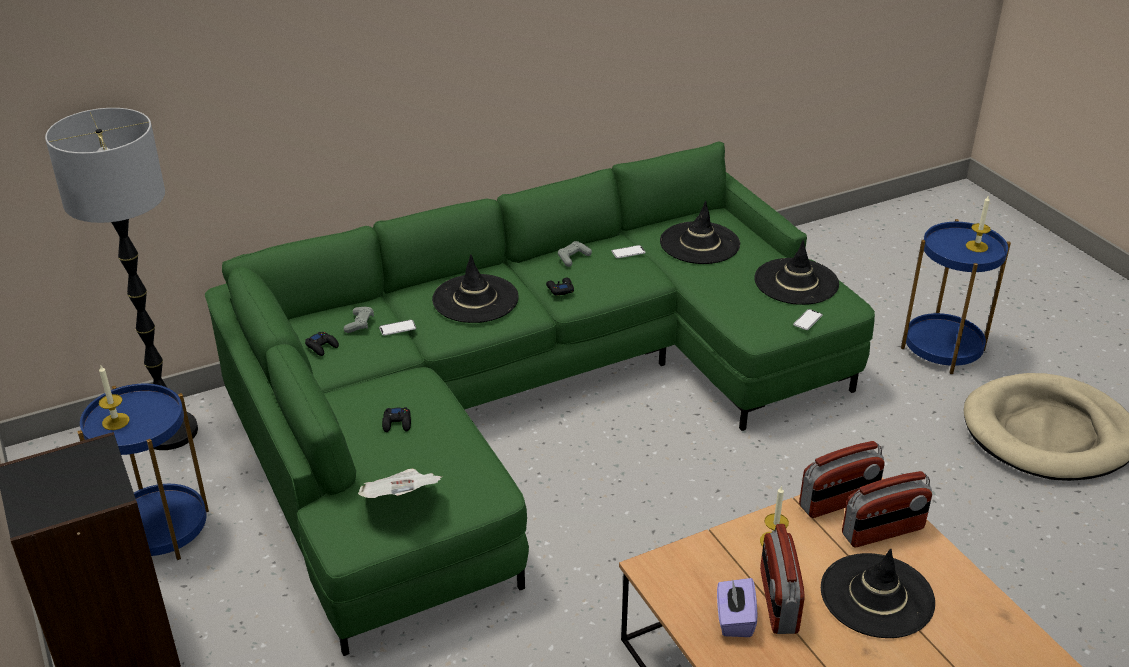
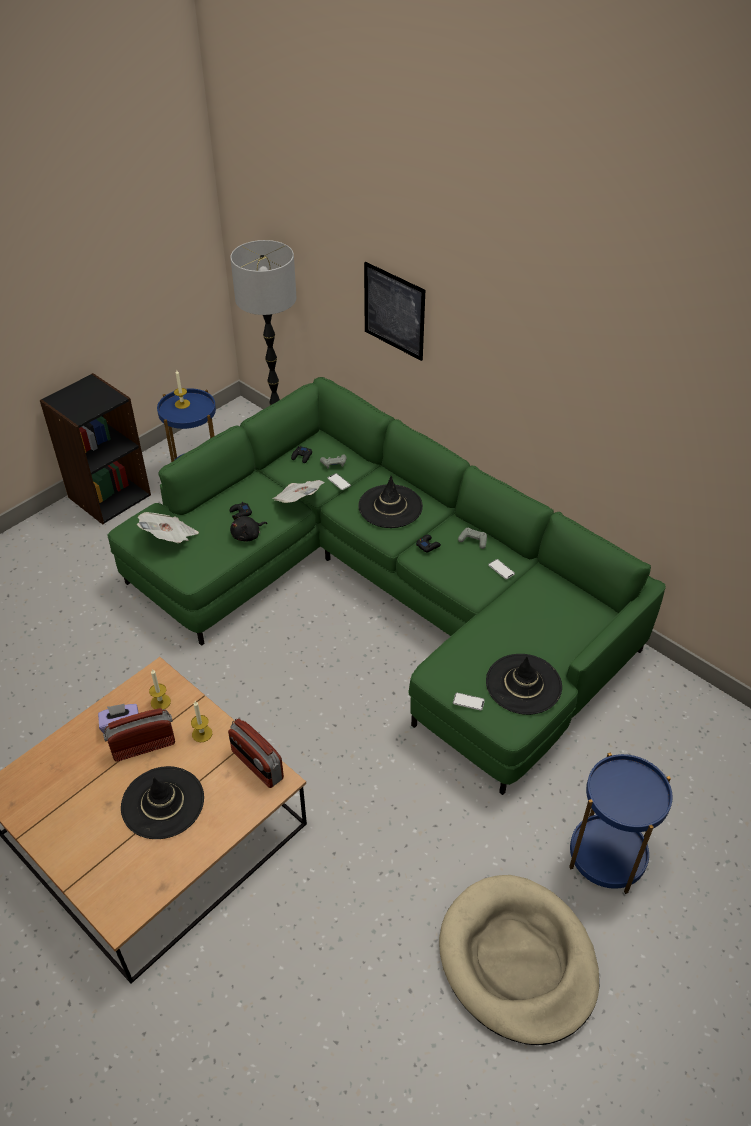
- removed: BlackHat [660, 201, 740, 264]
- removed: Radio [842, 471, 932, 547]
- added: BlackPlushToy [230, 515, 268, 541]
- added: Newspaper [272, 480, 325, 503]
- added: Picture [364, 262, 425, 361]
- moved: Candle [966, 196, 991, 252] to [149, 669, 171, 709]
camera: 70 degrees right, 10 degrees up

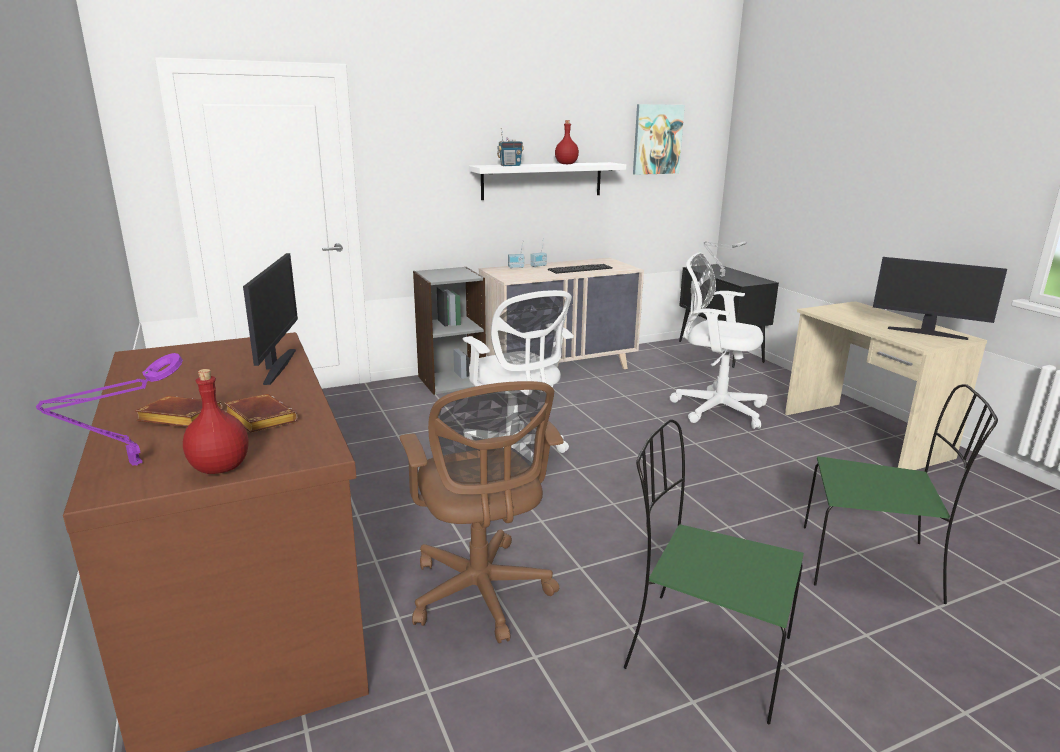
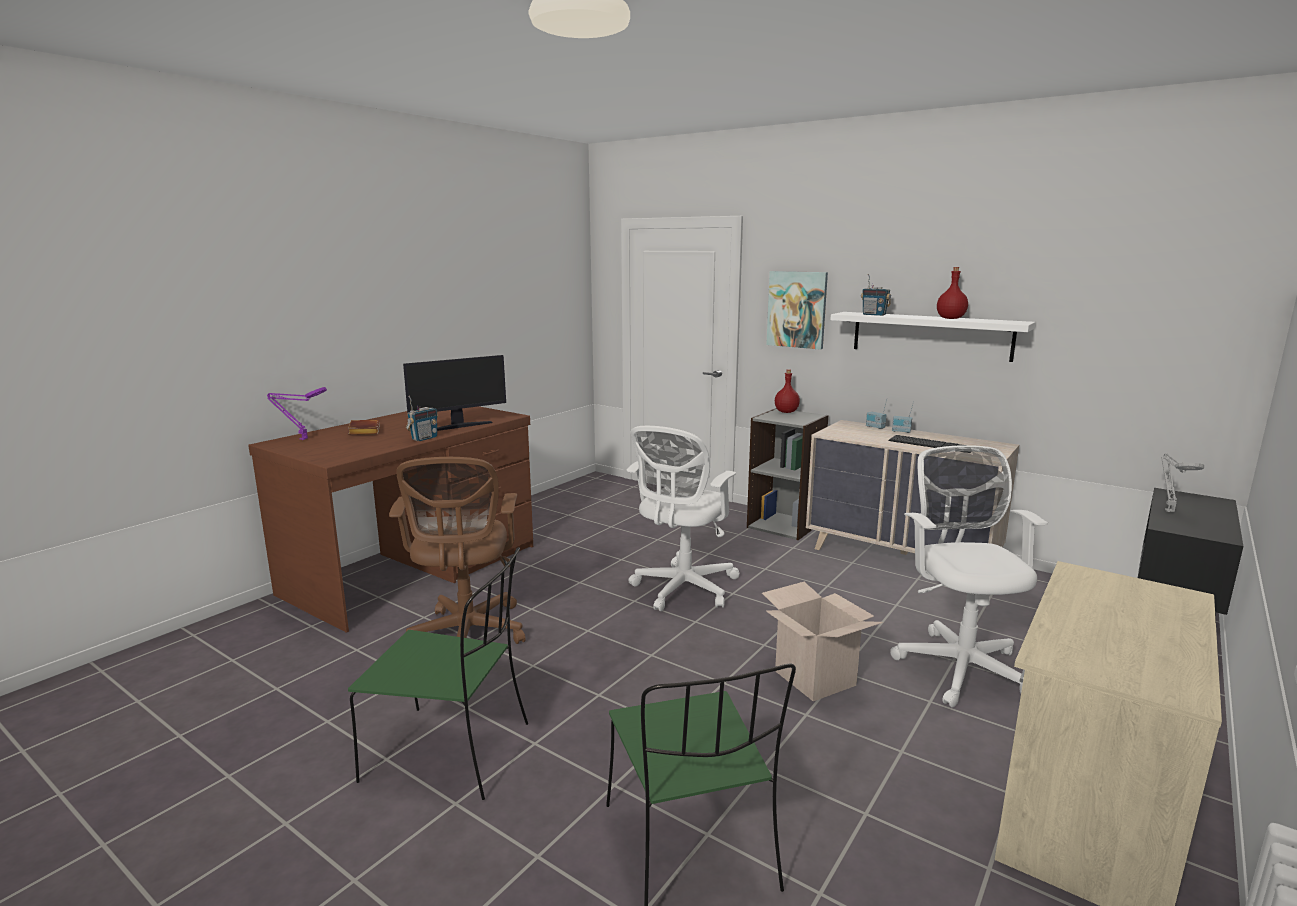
- removed: BrownBook [224, 394, 298, 433]
- removed: Monitor [873, 257, 1007, 340]
- added: Radio [406, 396, 438, 441]
- added: CardboardBox [762, 582, 883, 701]
- moved: RedBottle [183, 369, 249, 474] to [775, 369, 800, 413]
- moved: Picture [633, 104, 685, 175] to [766, 271, 828, 350]
- turned: BrownOfficeChair [400, 381, 564, 644] = [389, 457, 526, 644] 45 degrees counterclockwise
- turned: GreenChair [623, 419, 804, 724] = [348, 547, 528, 800] 105 degrees clockwise
camera: 60 degrees right, 5 degrees down

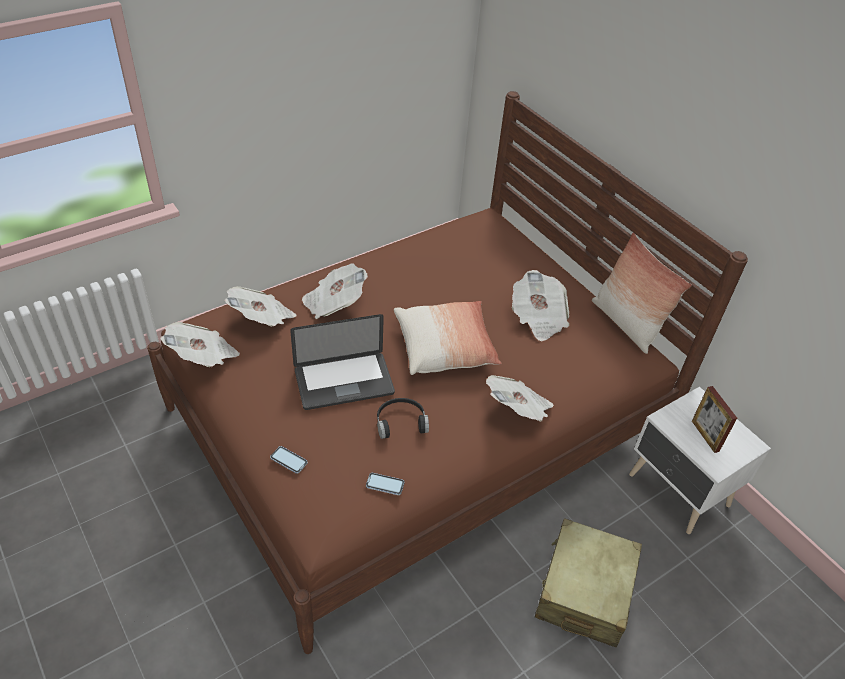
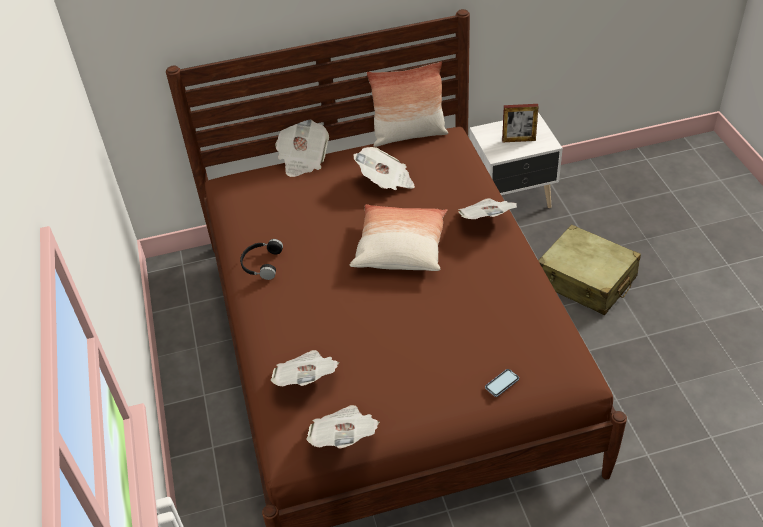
- removed: Laptop [290, 314, 395, 410]
- removed: Phone [366, 473, 404, 495]
- moved: Newspaper [302, 263, 368, 319] to [275, 119, 329, 177]
- moved: BlackHeadphones [377, 398, 429, 439] to [240, 239, 283, 280]
camera: 65 degrees left, 0 degrees up

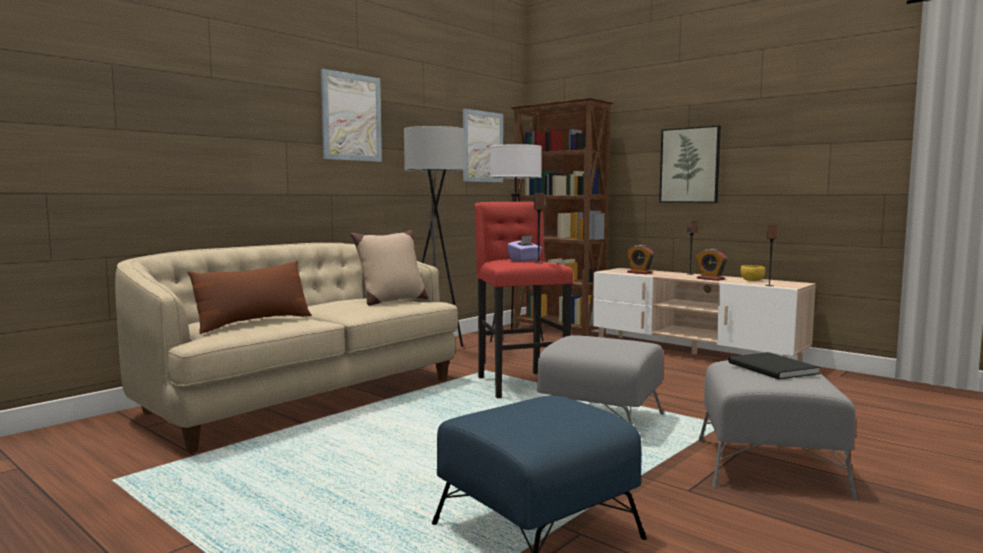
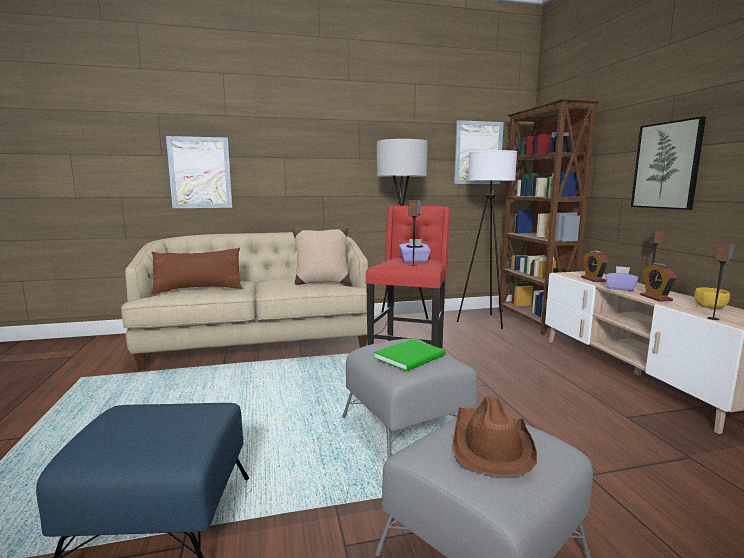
- added: GreenBook [374, 339, 446, 371]
- added: PurpleTissueBox [605, 266, 639, 291]
- moved: Picture [321, 69, 382, 162] to [166, 136, 232, 208]
- replaced: BlackBook [728, 352, 820, 379] to BrownHat [453, 396, 537, 477]
camera: 35 degrees right, 5 degrees up

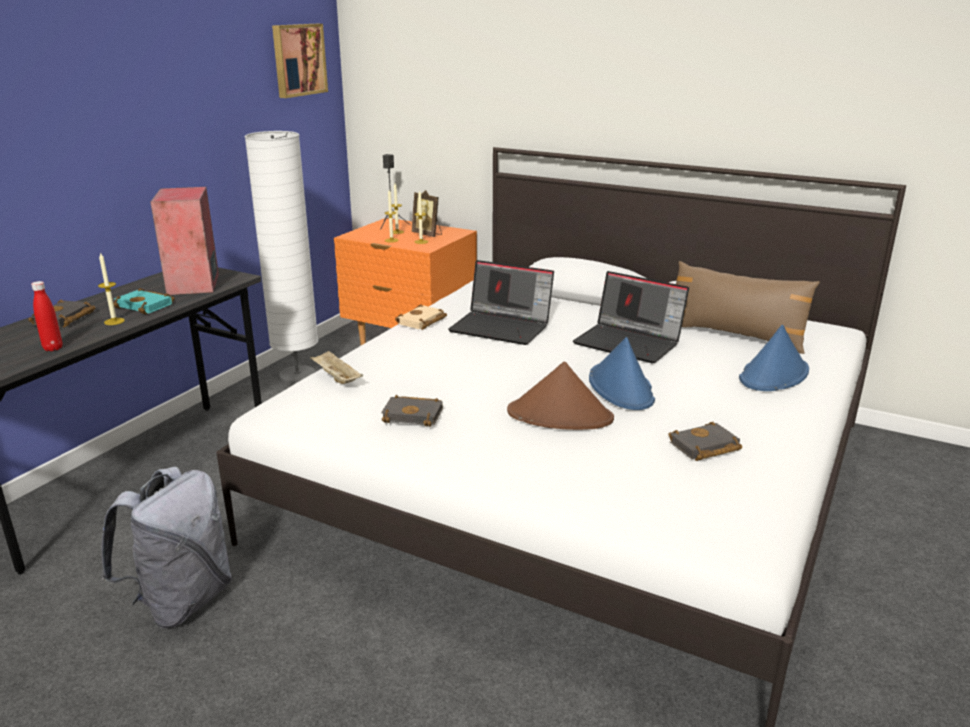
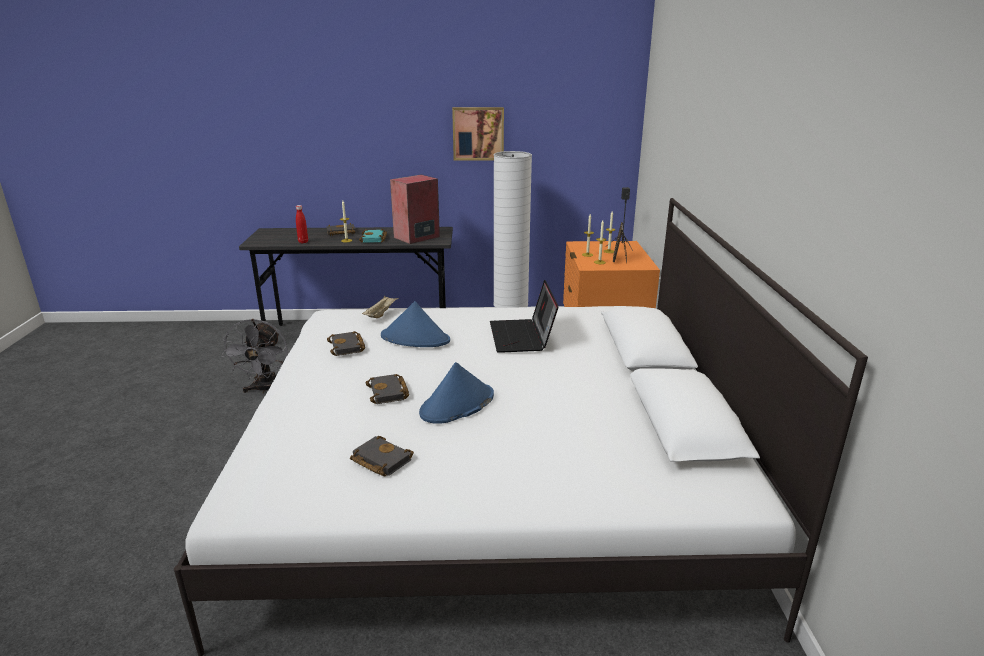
- removed: BeigeBook [395, 304, 447, 330]
- removed: Laptop [573, 271, 689, 364]
- removed: BrownPillow [676, 261, 820, 354]
- moved: Picture [272, 24, 328, 98] to [452, 107, 504, 161]
- moved: BlueHat [739, 325, 809, 391] to [381, 301, 450, 347]
- replaced: GreyBackpack [101, 467, 232, 628] to GreyFan [221, 319, 288, 393]
- replaced: BrownHat [507, 361, 614, 430] to BlackBook [365, 374, 409, 404]
camera: 60 degrees right, 0 degrees up

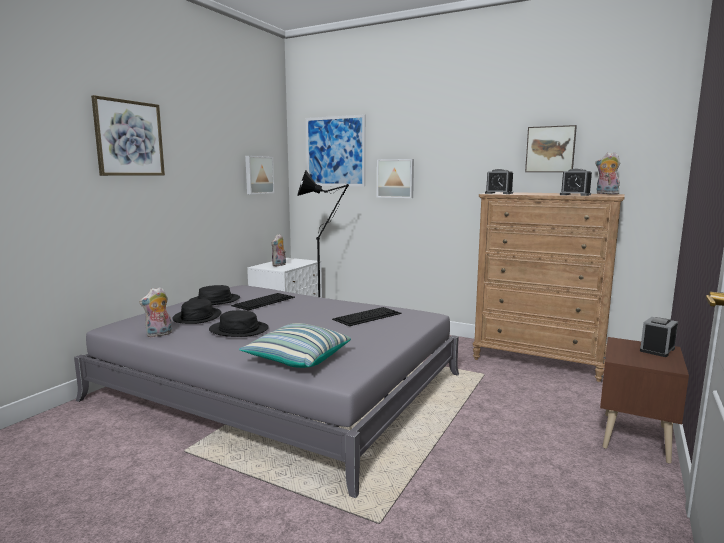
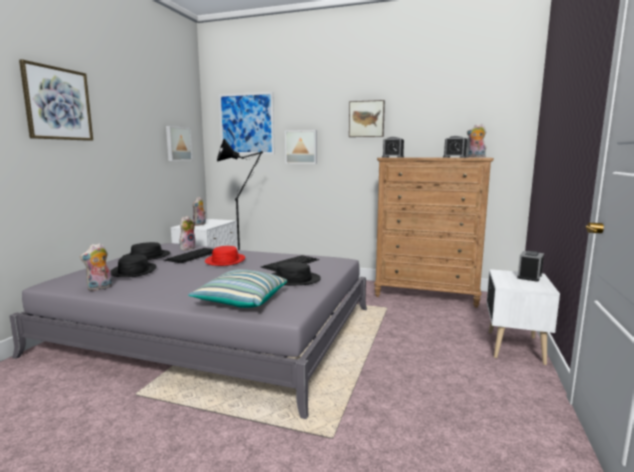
- added: PlushToy [179, 216, 196, 250]
- added: RedHat [205, 246, 245, 266]
- moved: BlackHat [209, 310, 269, 337] to [272, 262, 321, 285]
- moved: Picture [525, 125, 577, 172] to [349, 100, 385, 137]
- recoloured: BrownNightstand [600, 337, 689, 463] to WhiteNightstand [487, 269, 560, 365]
camera: 10 degrees left, 0 degrees up

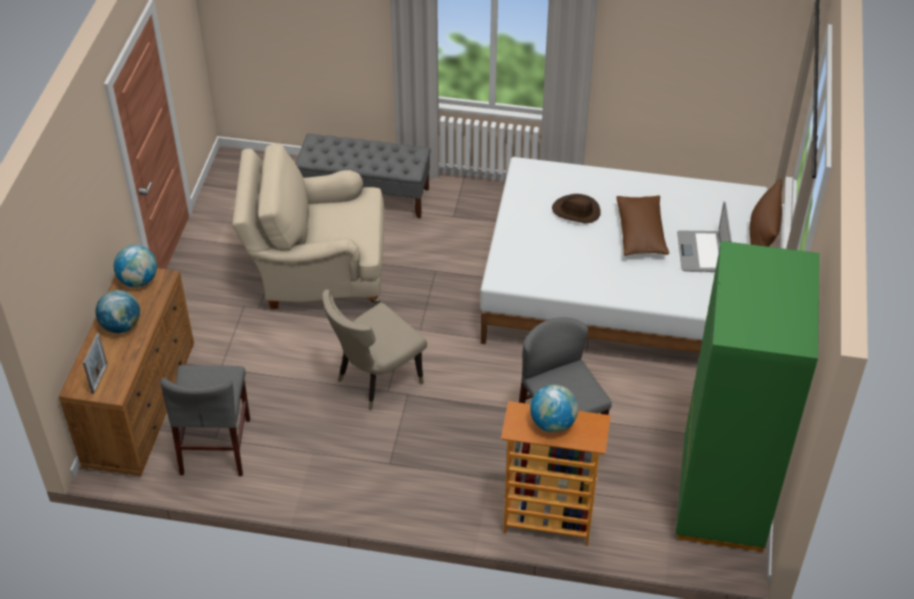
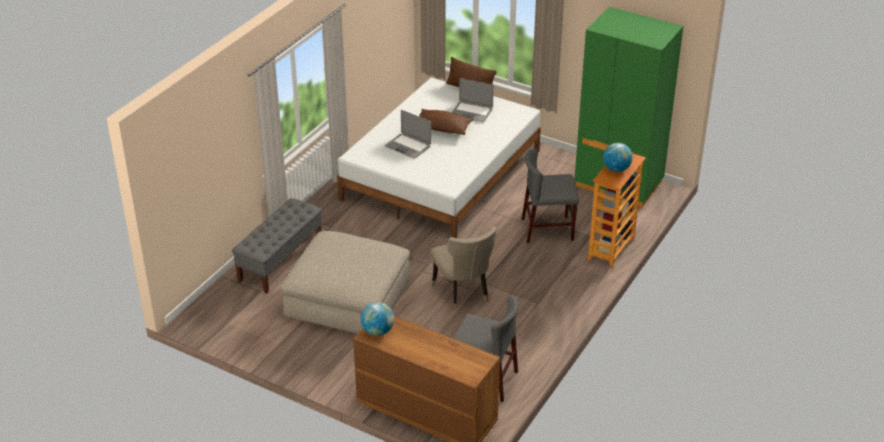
- removed: PictureFrame [83, 333, 108, 394]
- removed: Globe [95, 290, 140, 333]
- replaced: BeigeArmchair [232, 143, 384, 309] to BeigeOttoman [281, 231, 410, 334]
- replaced: BrownHat [552, 194, 601, 223] to Laptop [385, 110, 431, 158]
camera: 70 degrees left, 10 degrees down

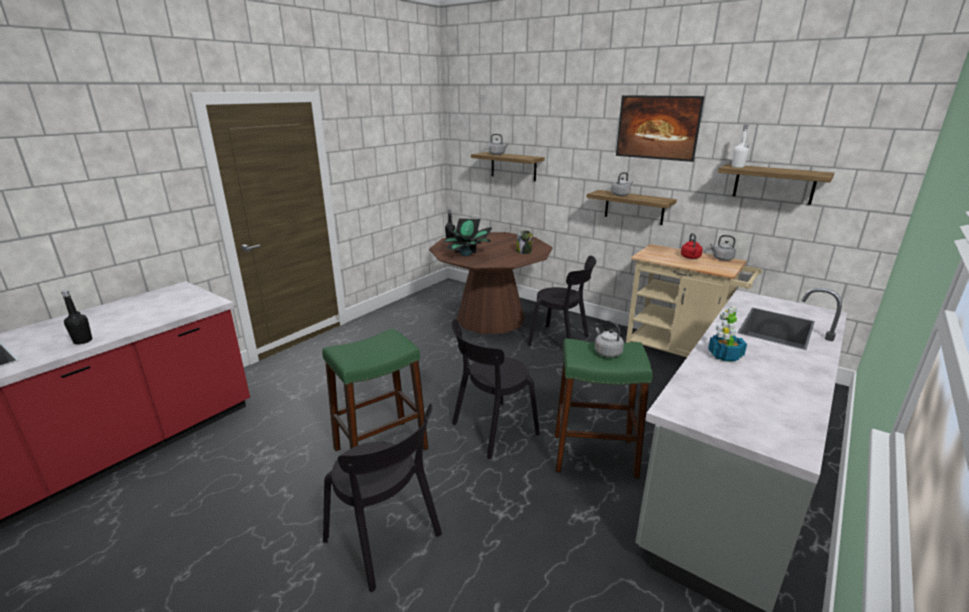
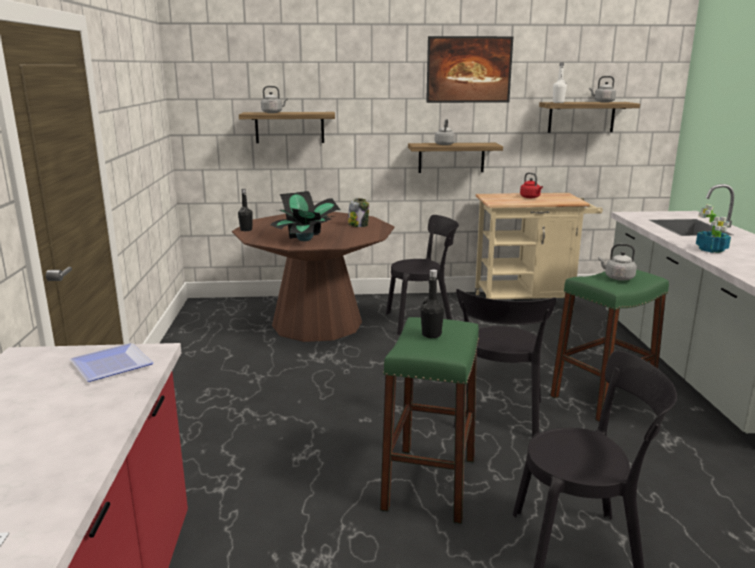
- added: Plate [70, 343, 154, 382]
- moved: BlackBottle [61, 290, 92, 345] to [420, 270, 444, 338]
- moved: GreyKettle [710, 235, 736, 261] to [589, 76, 616, 103]
camera: 40 degrees left, 5 degrees down

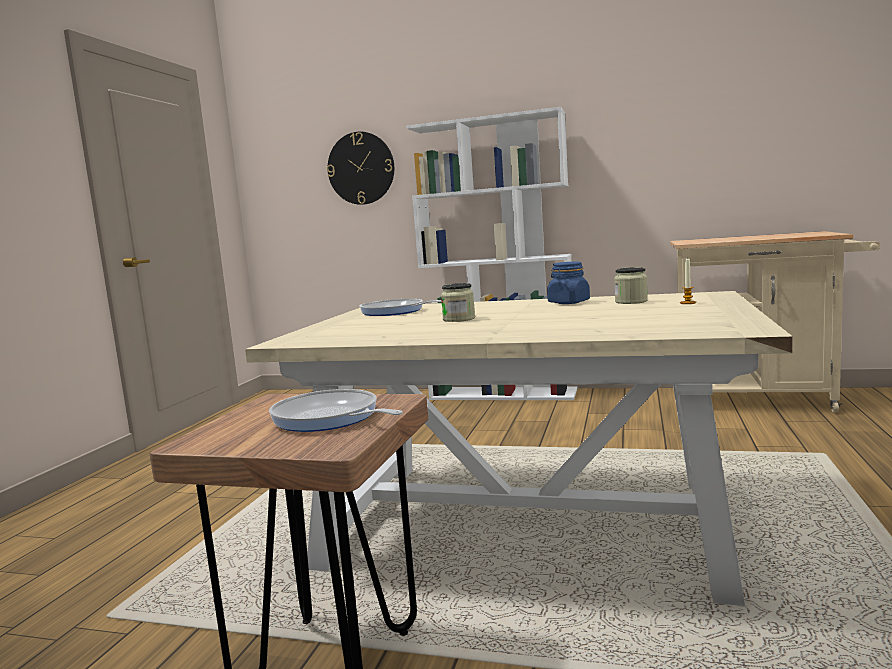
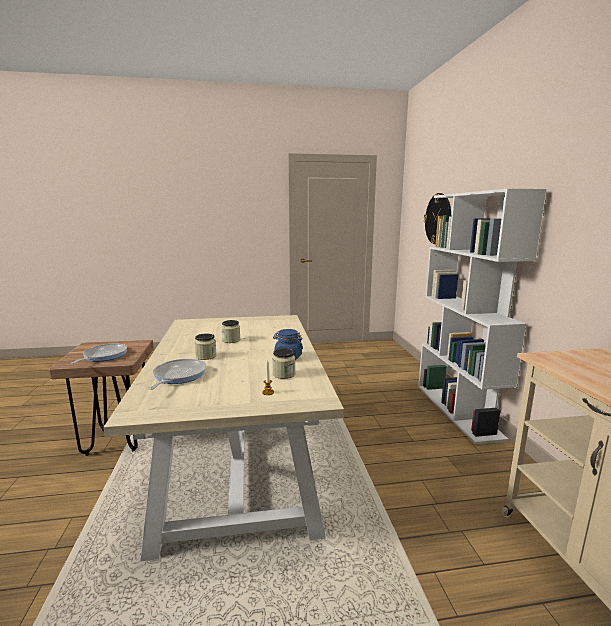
- added: Jar [195, 333, 217, 360]
- moved: FryingPan [360, 299, 442, 316] to [149, 359, 206, 390]
camera: 65 degrees right, 5 degrees up

